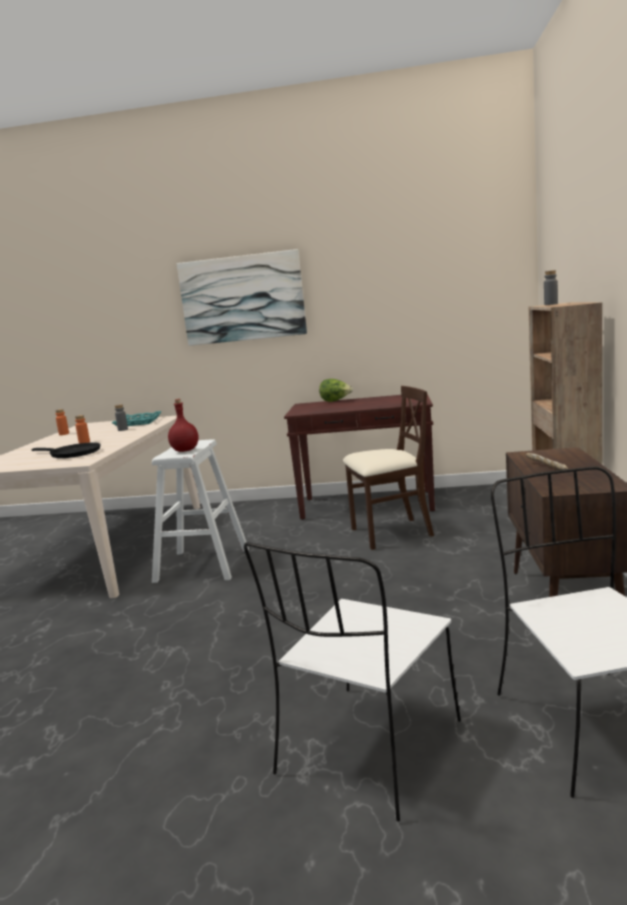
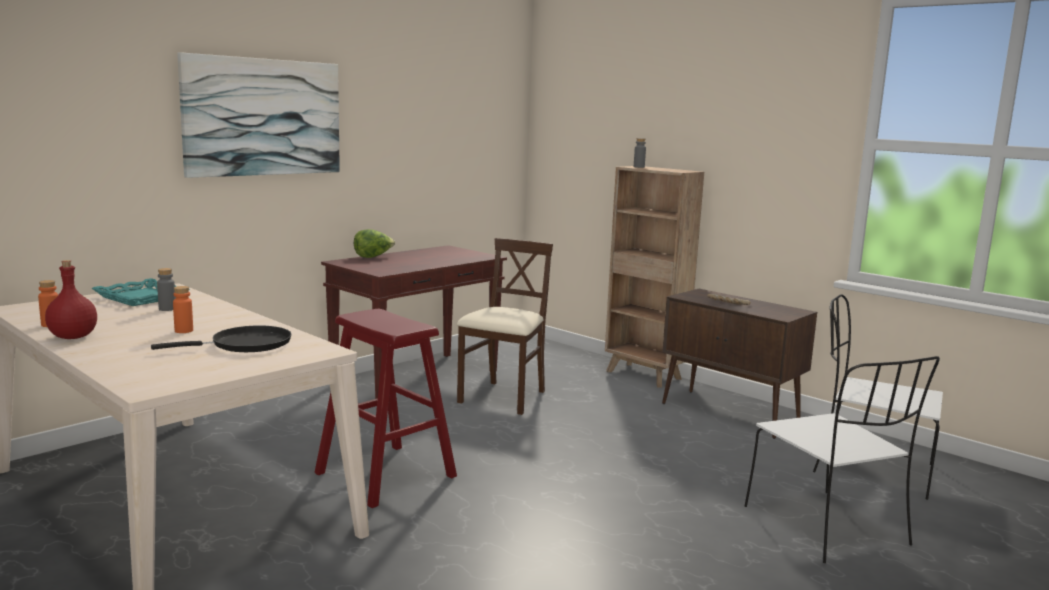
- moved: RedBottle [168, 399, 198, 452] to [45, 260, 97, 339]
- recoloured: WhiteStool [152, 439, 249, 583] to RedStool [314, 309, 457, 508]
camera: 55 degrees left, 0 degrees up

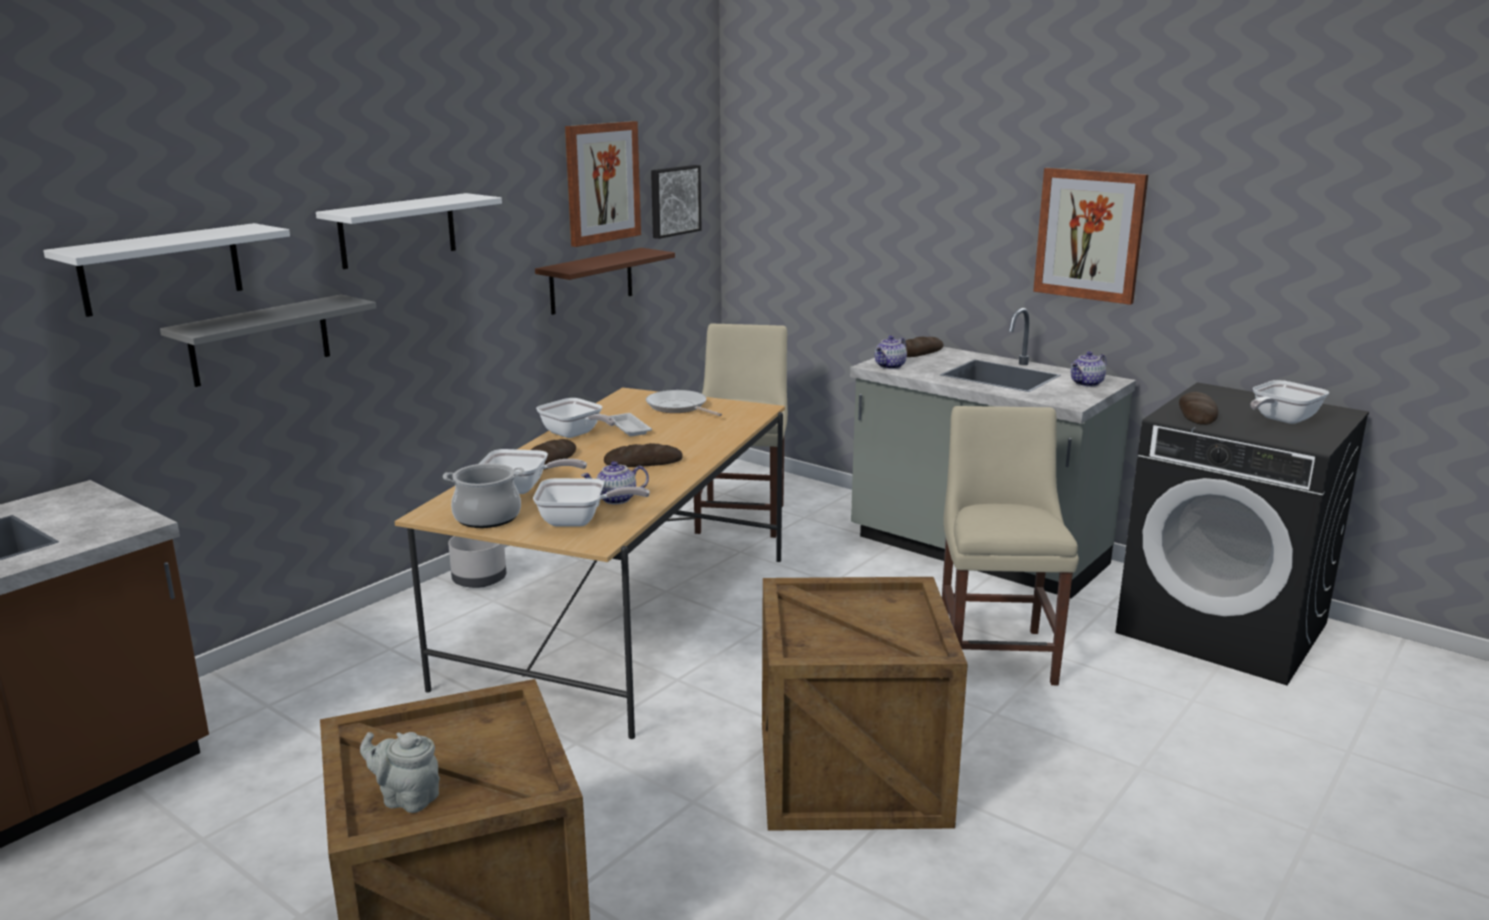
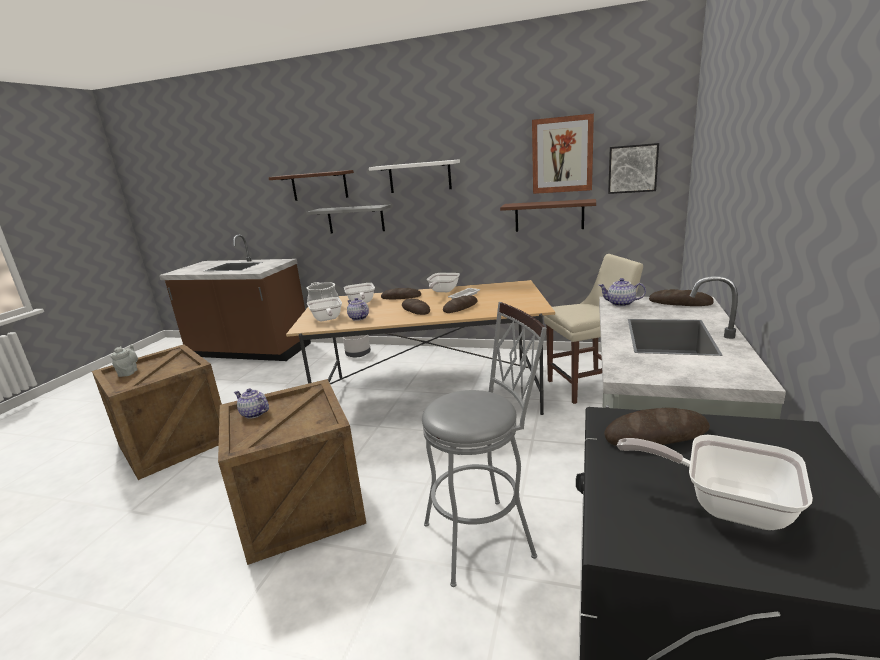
- removed: FryingPan [646, 390, 722, 416]
- removed: Picture [1033, 168, 1148, 305]
- added: Bread [443, 295, 478, 313]
- moved: GreyPlanter [448, 536, 506, 588] to [343, 335, 371, 358]
- moved: Teapot [1071, 351, 1107, 387] to [234, 388, 269, 419]
- replaced: BeigeChair [942, 406, 1079, 685] to GreyStool [422, 302, 547, 587]
- recoloured: WhiteShelf [43, 223, 290, 317] to BrownShelf [268, 170, 354, 201]
camera: 70 degrees right, 0 degrees up

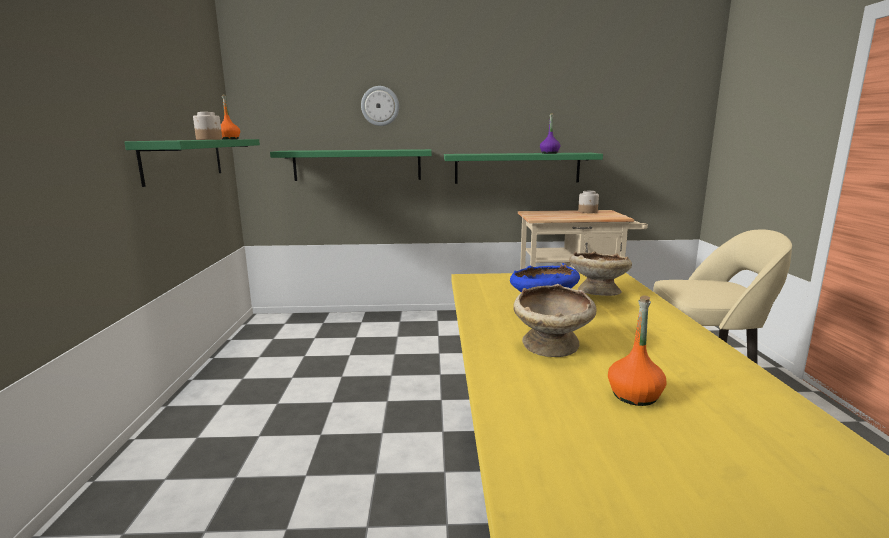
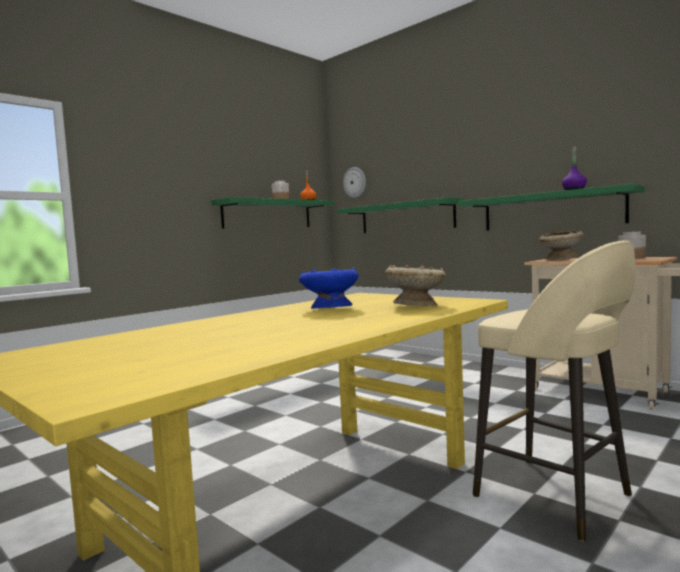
- removed: OrangeBottle [608, 296, 667, 406]
- moved: WallClock [361, 86, 399, 126] to [343, 167, 366, 198]
- moved: BeigeBowl [513, 284, 597, 357] to [539, 230, 584, 260]
camera: 45 degrees right, 10 degrees down

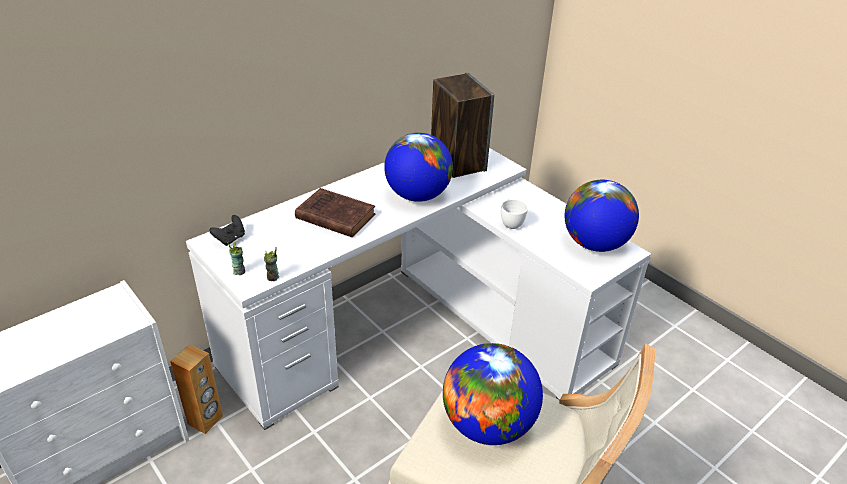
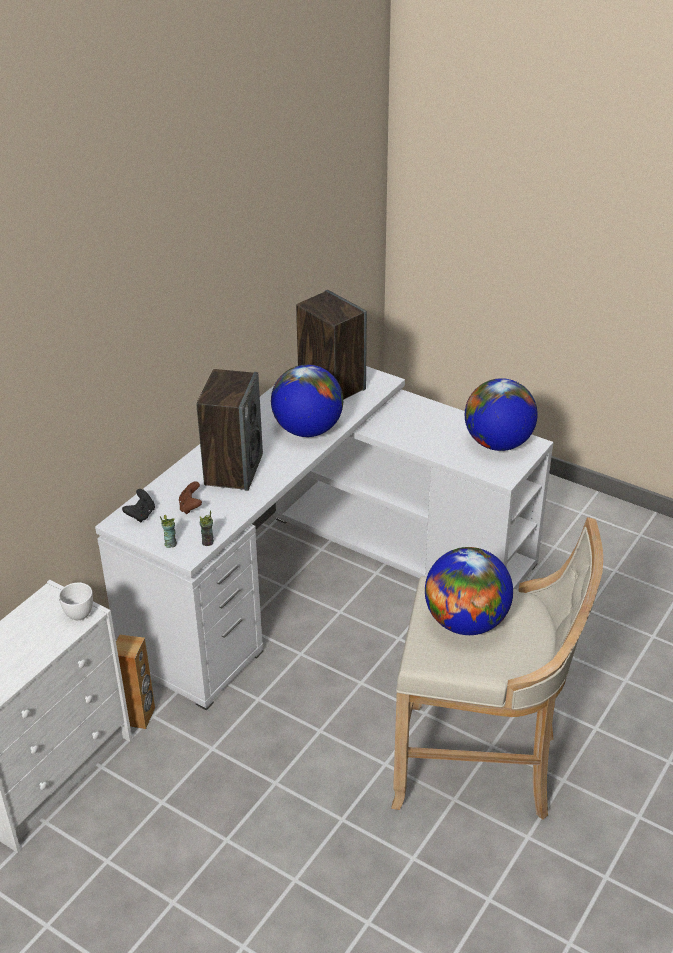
- added: BrownGameController [179, 481, 202, 514]
- moved: WhiteCup [501, 199, 528, 229] to [59, 582, 93, 620]
- replaced: BrownBook [295, 188, 376, 237] to Speaker [196, 369, 263, 491]
camera: 15 degrees left, 0 degrees up

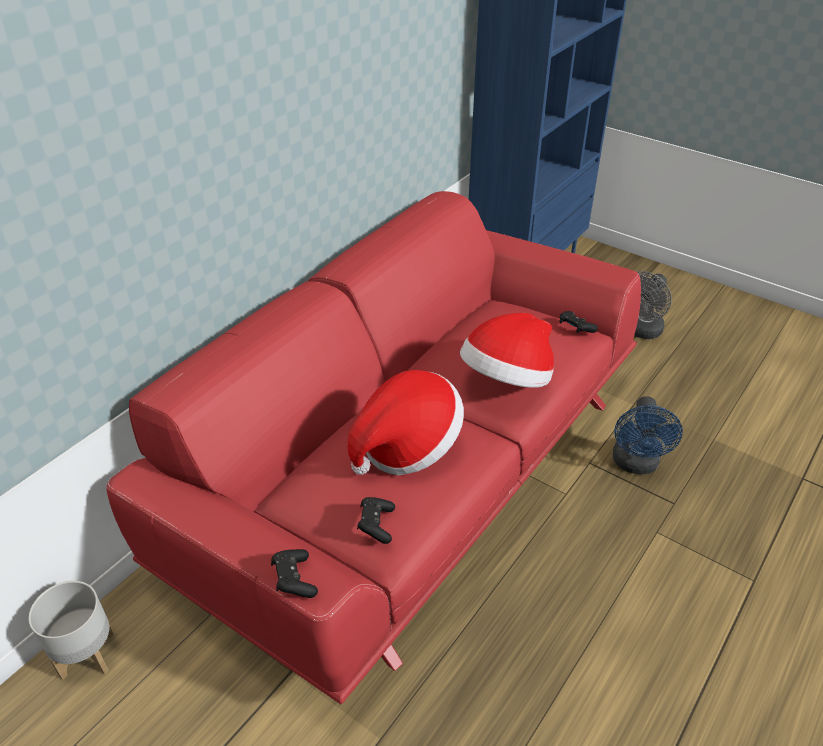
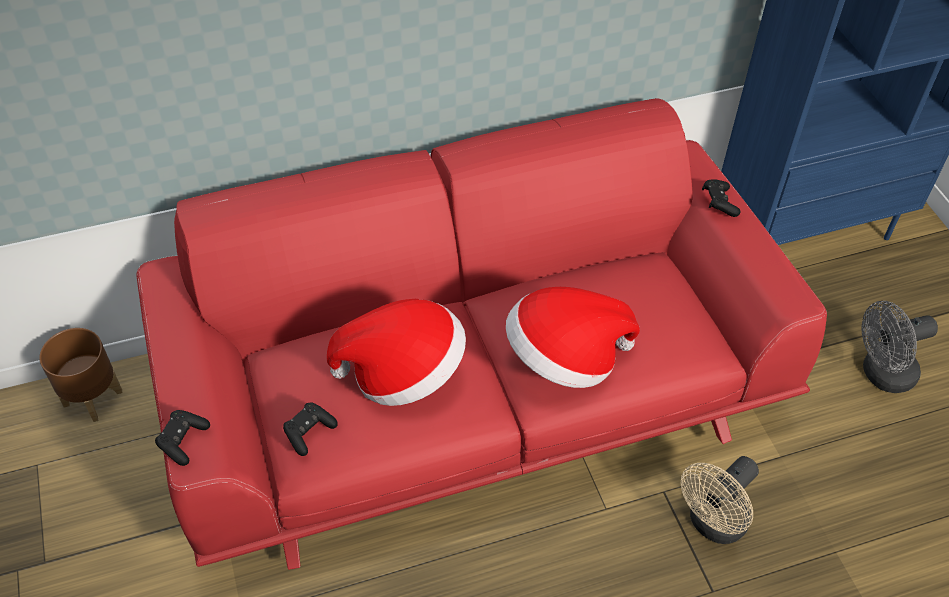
- moved: BlackGameController [560, 311, 598, 333] to [702, 180, 740, 217]
- recoloured: GreyPlanter [29, 581, 114, 680] to BrownPlanter [39, 328, 123, 422]
- recoloured: BlueFan [612, 396, 683, 474] to BeigeFan [681, 456, 759, 544]
camera: 35 degrees right, 10 degrees up

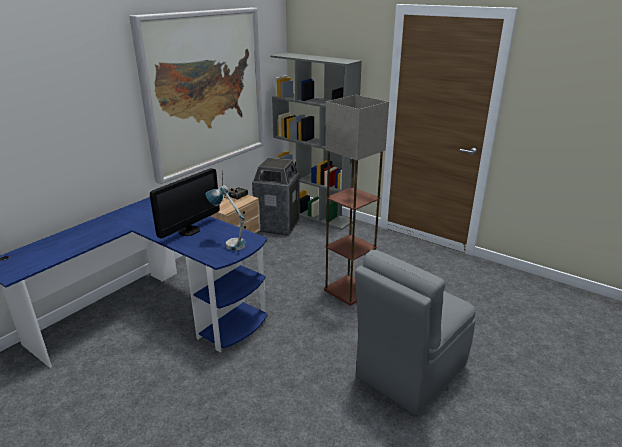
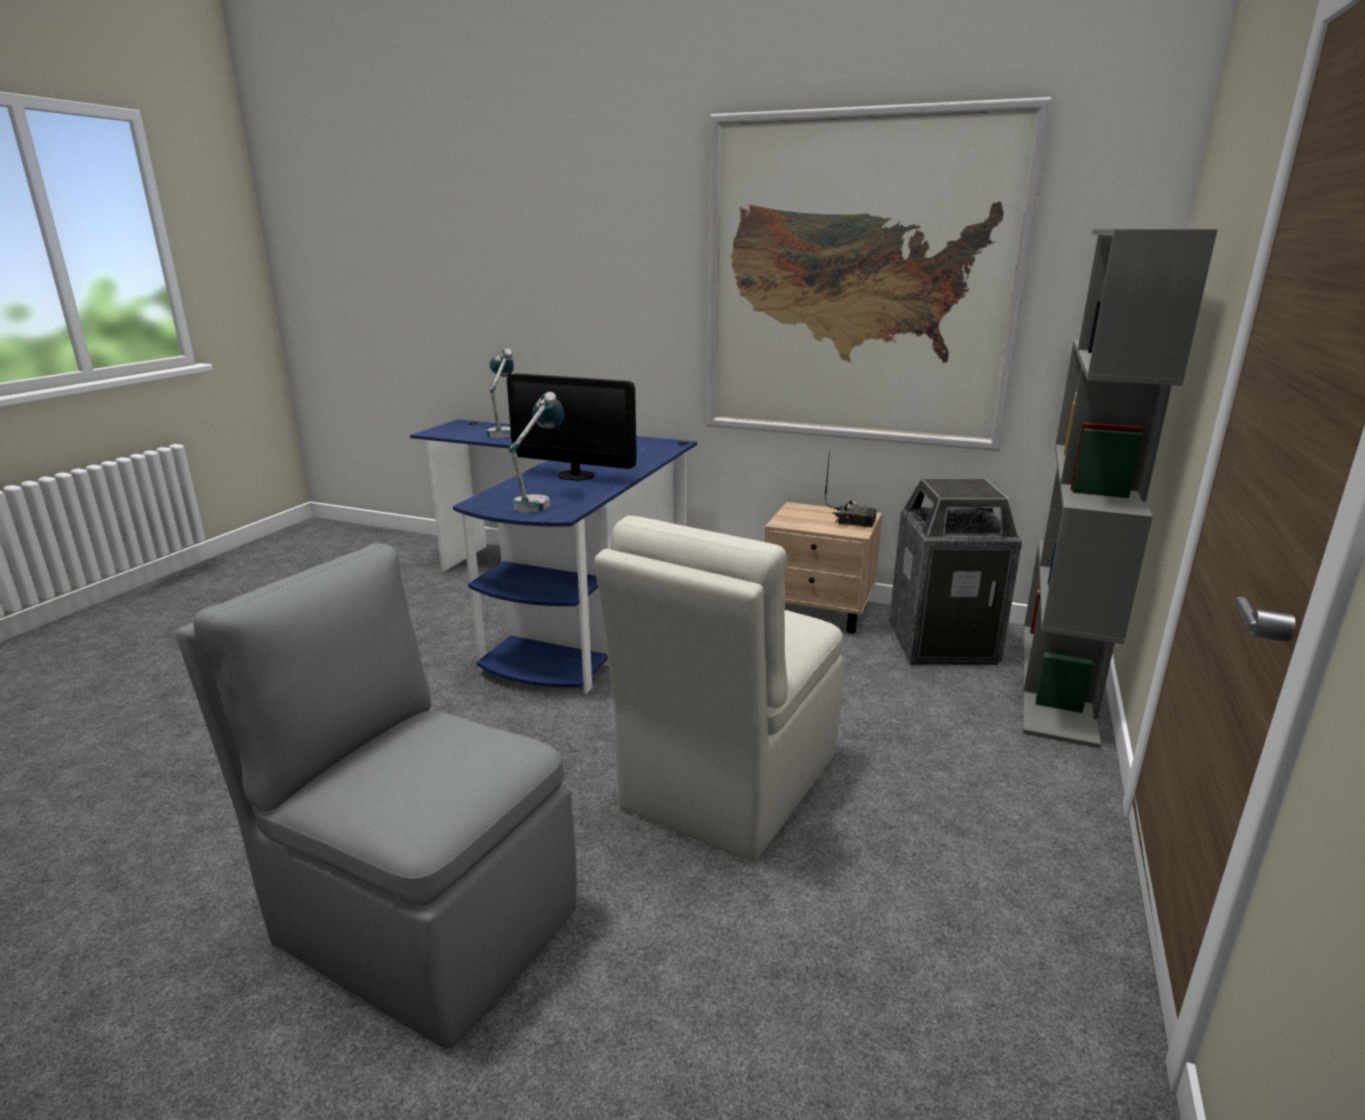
- added: TableLamp [487, 348, 514, 438]
- replaced: FloorLamp [324, 95, 389, 306] to BeigeChair [594, 516, 844, 862]
camera: 75 degrees right, 5 degrees down

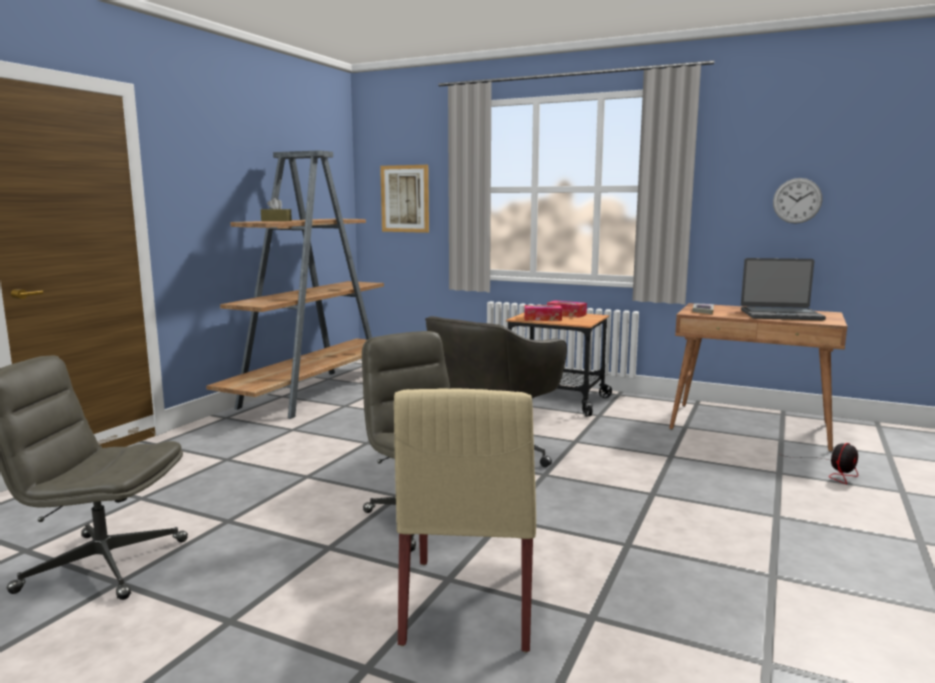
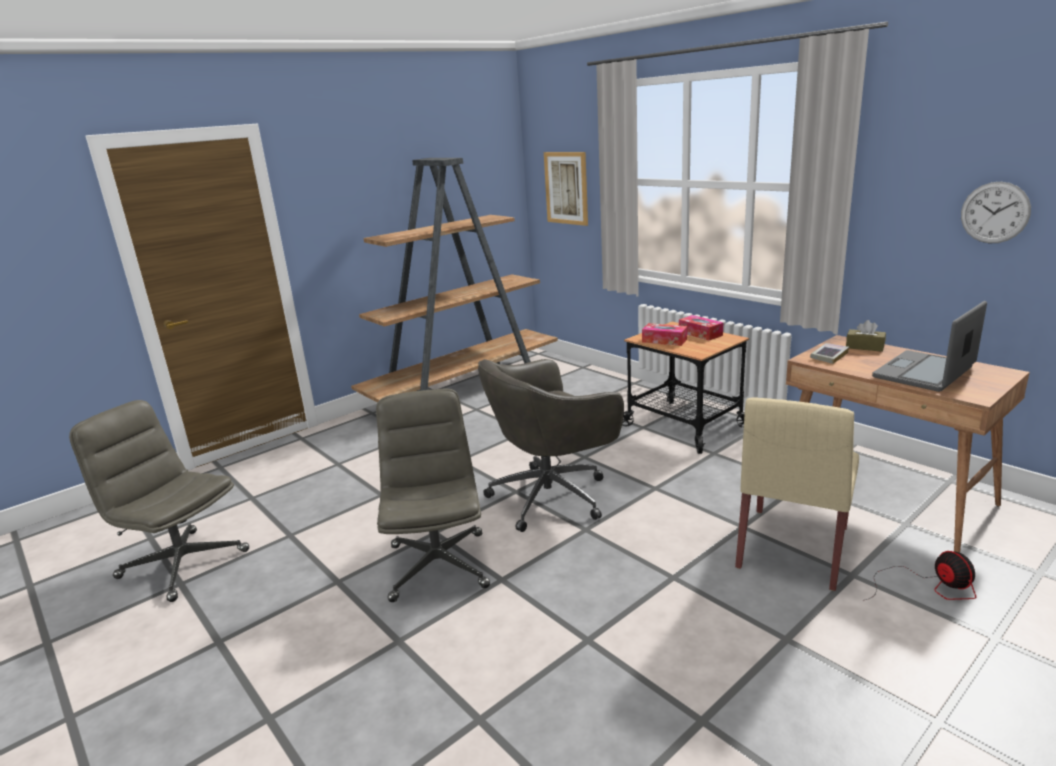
- moved: BrownTissueBox [261, 198, 292, 221] to [846, 320, 886, 352]
- moved: BeigeChair [394, 388, 536, 652] to [735, 397, 859, 591]
- turned: Laptop [741, 258, 826, 320] = [872, 301, 987, 392] 105 degrees clockwise
- turned: Fan [782, 443, 858, 484] = [863, 551, 976, 601] 90 degrees counterclockwise
camera: 25 degrees right, 10 degrees up

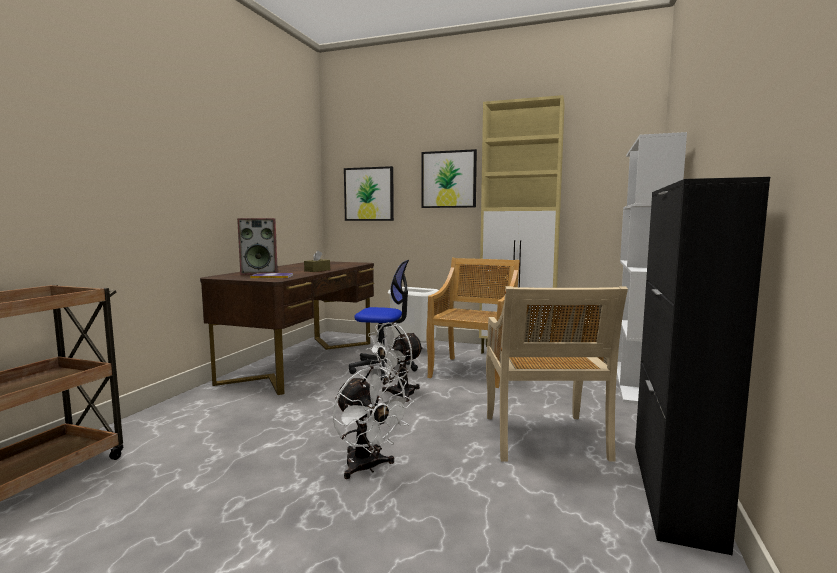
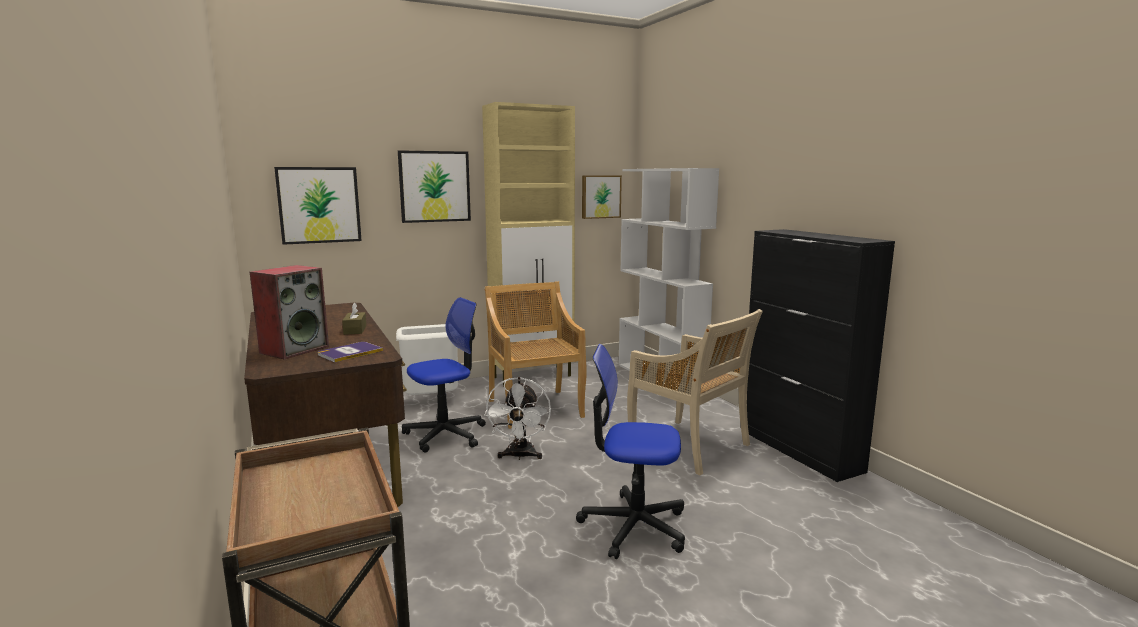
- added: Picture [582, 176, 622, 219]
- replaced: WhiteFan [333, 366, 414, 479] to OfficeChair [576, 344, 685, 559]
camera: 45 degrees left, 5 degrees up

